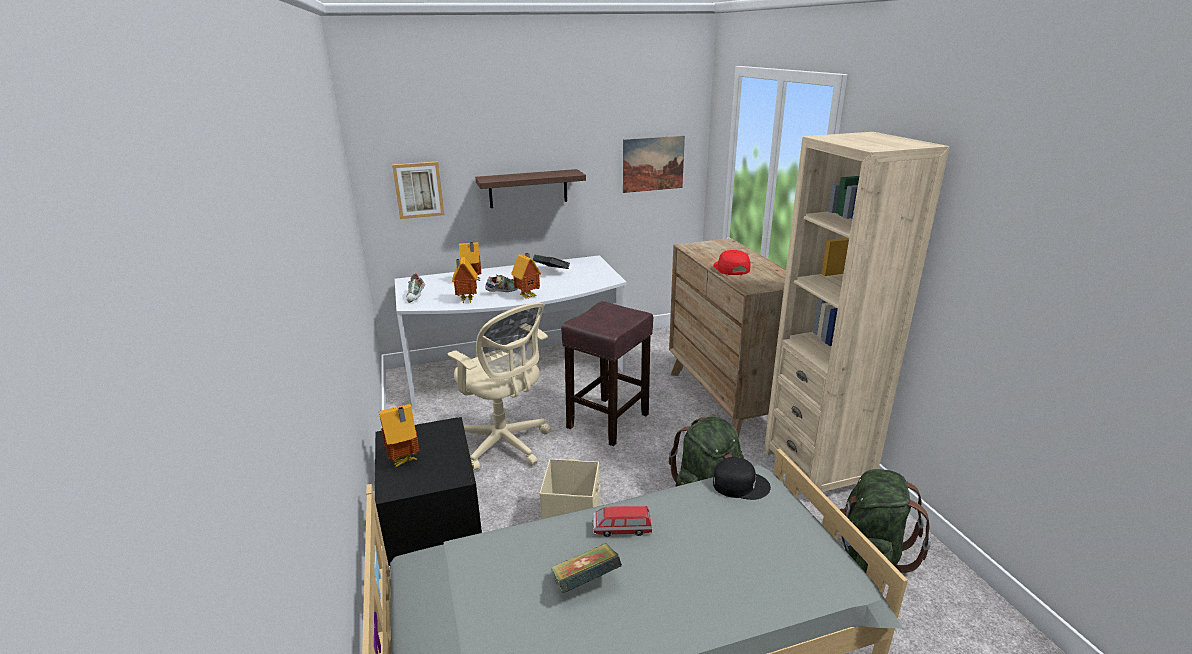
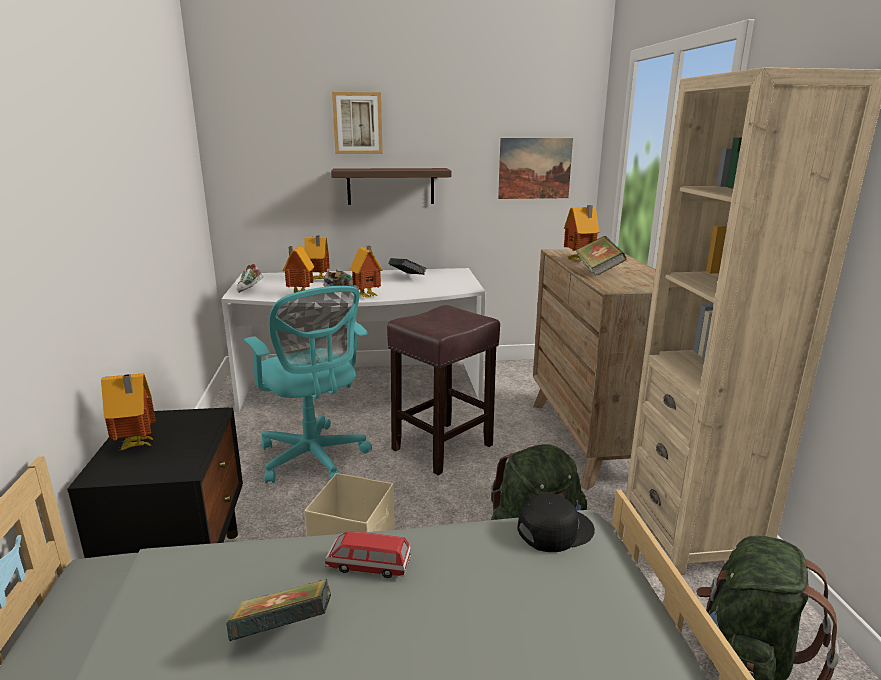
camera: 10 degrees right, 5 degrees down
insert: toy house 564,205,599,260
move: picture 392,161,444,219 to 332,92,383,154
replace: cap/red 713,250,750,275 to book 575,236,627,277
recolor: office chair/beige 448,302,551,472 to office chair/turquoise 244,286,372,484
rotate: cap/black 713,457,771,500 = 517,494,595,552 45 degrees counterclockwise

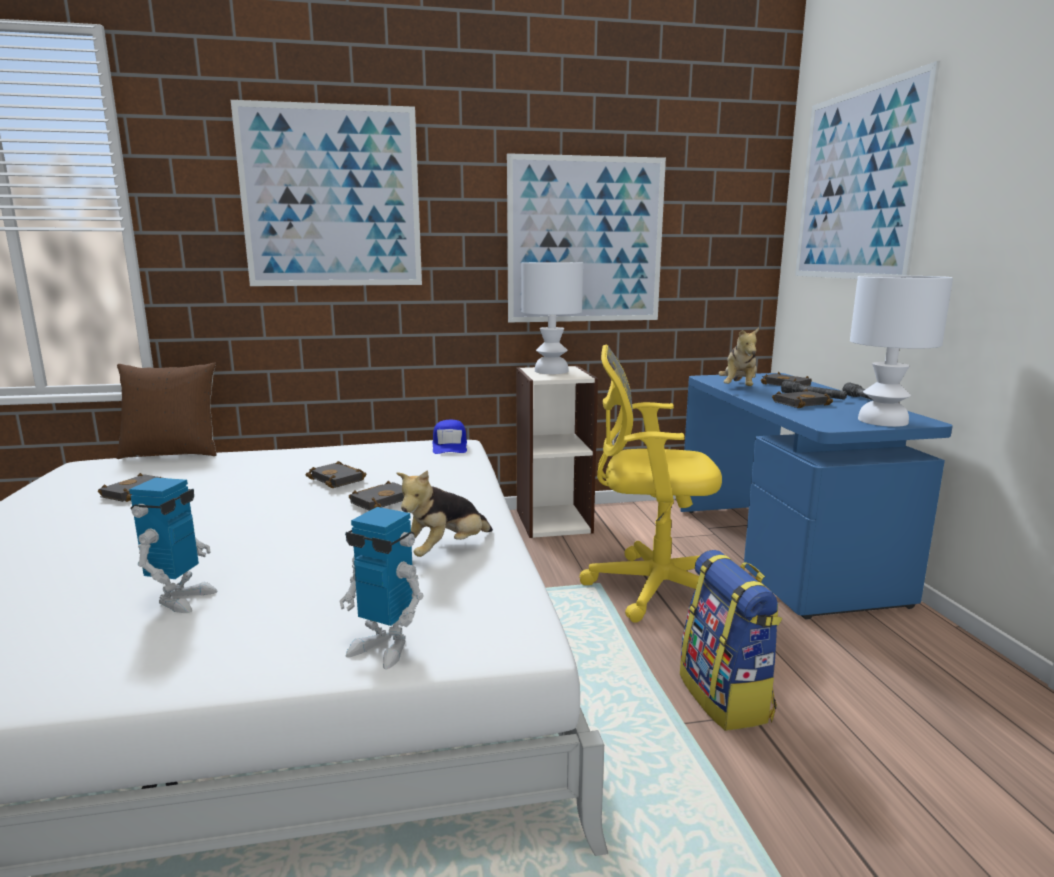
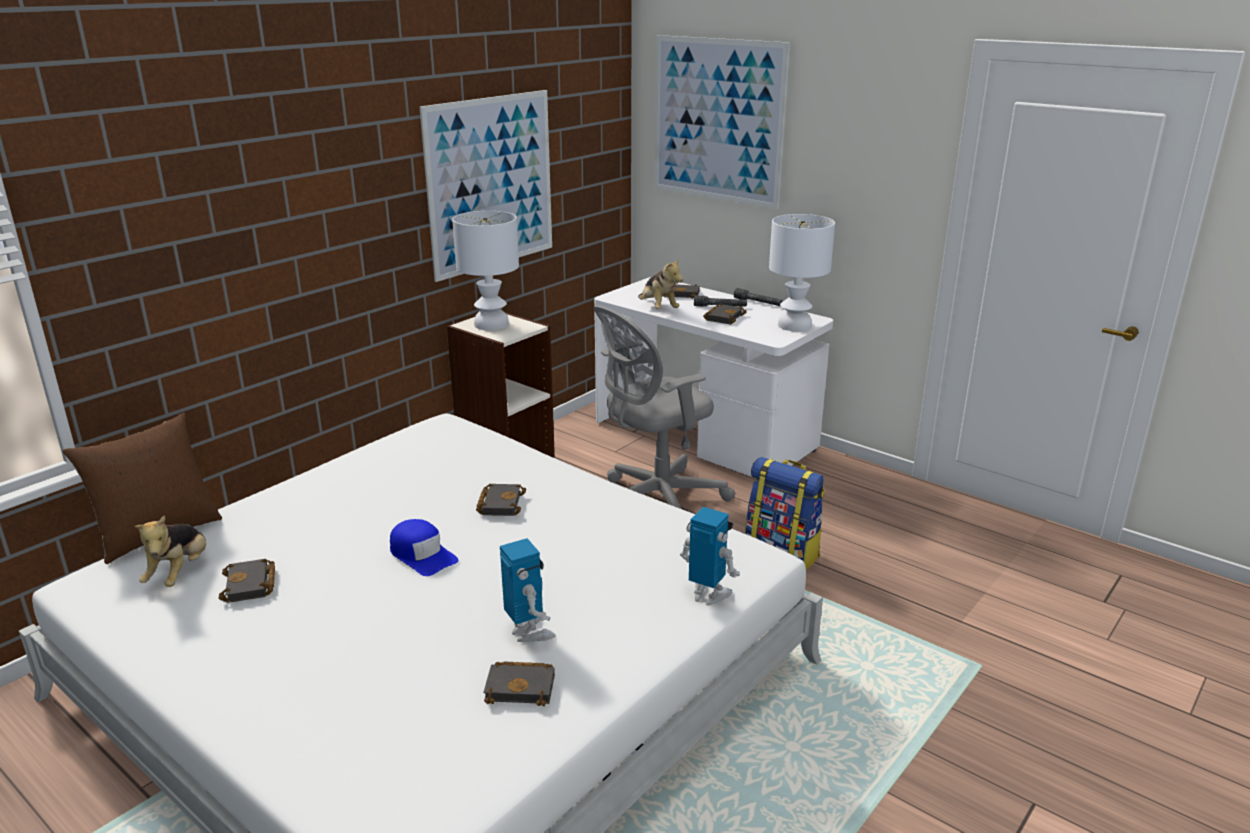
camera: 40 degrees left, 10 degrees up
delete: picture 231,100,422,286
move: plush toy 396,470,493,557 to 135,515,206,587; cap/blue 433,420,467,454 to 390,519,459,576; book/black 306,461,366,488 to 483,662,555,706
recolor: office chair/yellow 579,345,722,623 to office chair/grey 593,305,735,509; desk/blue 680,373,953,619 to desk/white 594,277,833,478
rotate: toy robot 339,507,424,669 = 680,507,740,606 135 degrees counterclockwise

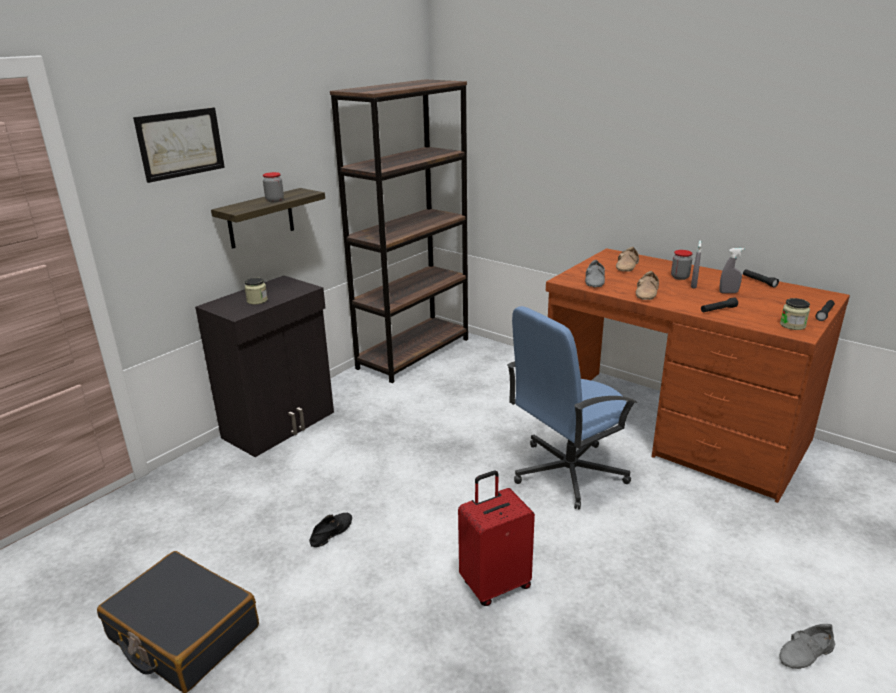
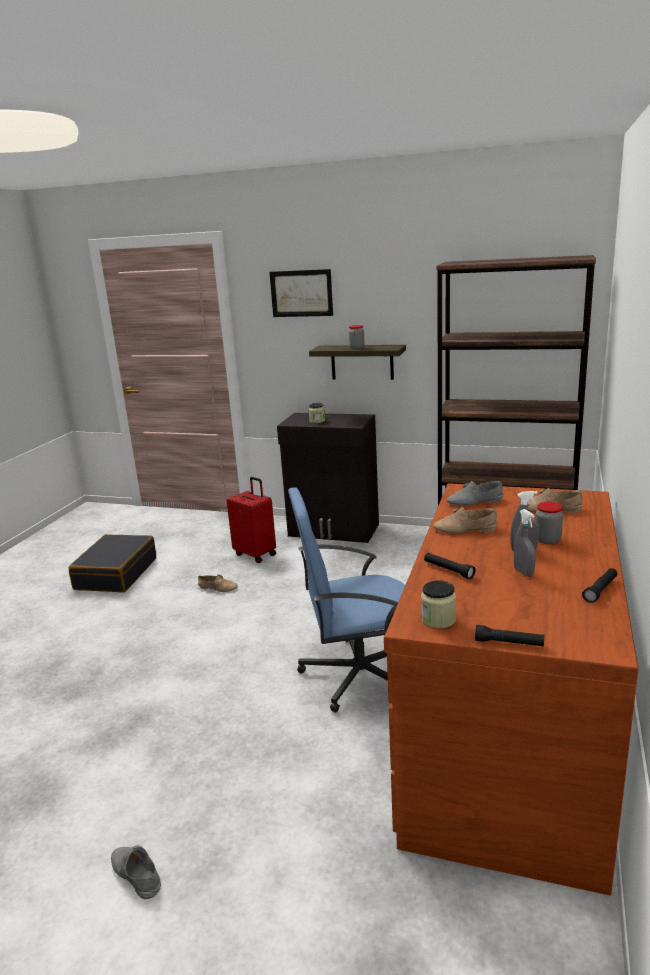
camera: 70 degrees right, 5 degrees down
move: suitcase/red 458,471,535,606 to 227,477,276,563
recolor: shoe/black 309,513,352,547 to shoe/beige 198,574,238,592
rotate: office chair/blue 507,306,637,510 = 288,487,405,713 45 degrees counterclockwise

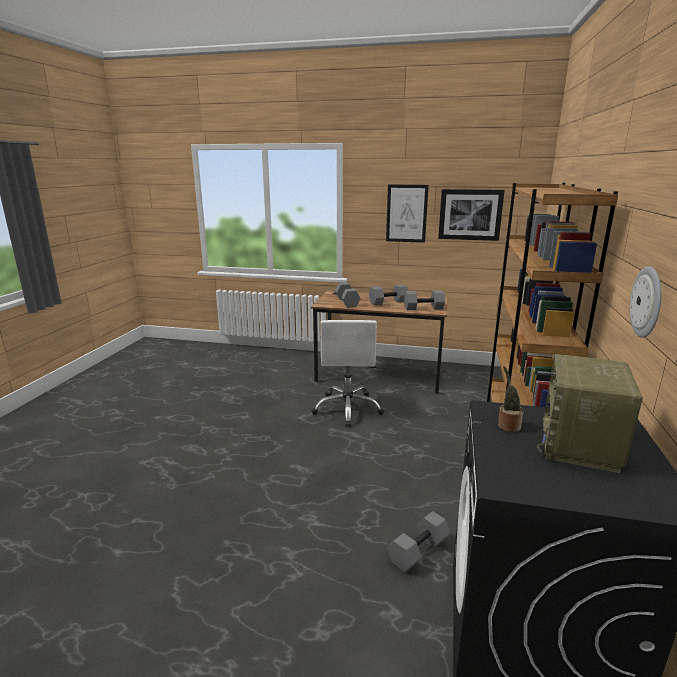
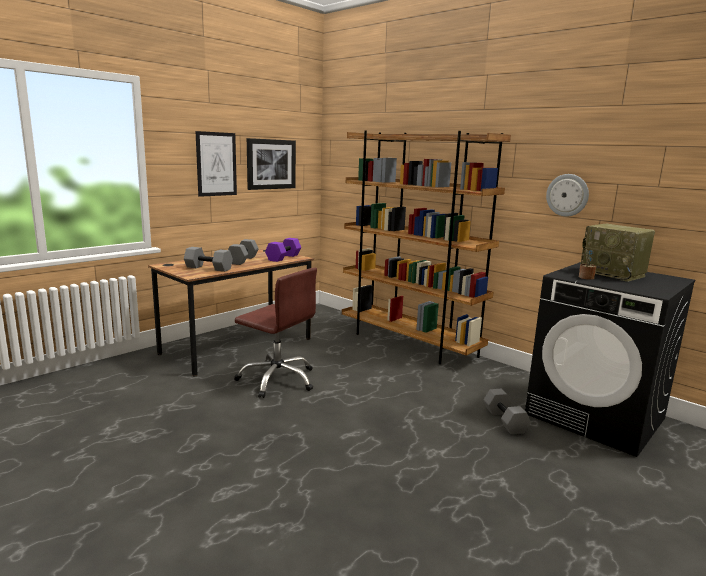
camera: 60 degrees left, 5 degrees down
recolor: office chair/white 312,320,384,427 to office chair/brown 234,268,317,398; dumbbell/grey 404,290,445,310 to dumbbell/purple 265,238,301,262

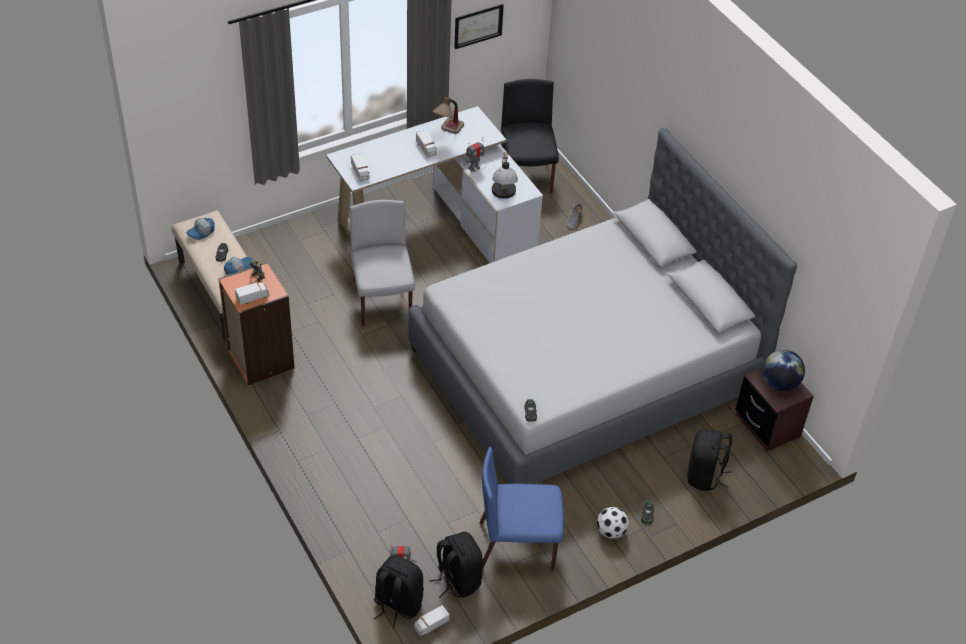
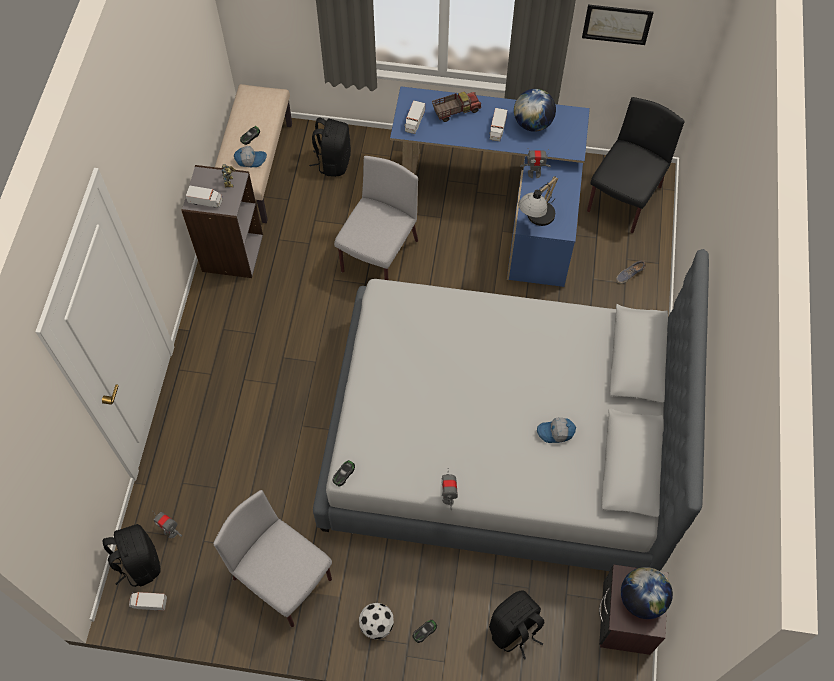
camera: 40 degrees right, 15 degrees up
insert: toy truck 432,92,481,122; toy robot 441,468,458,510
move: backpack/black 429,532,483,598 to 309,117,351,177; cap 186,218,215,240 to 537,417,576,443
replace: table lamp 432,97,464,134 to globe 514,89,556,132
recolor: bookcase/orange 219,262,295,385 to bookcase/grey 181,165,263,278; chair/blue 479,447,564,571 to chair/grey 214,490,332,627; desk/white 326,106,543,263 to desk/blue 390,87,590,287

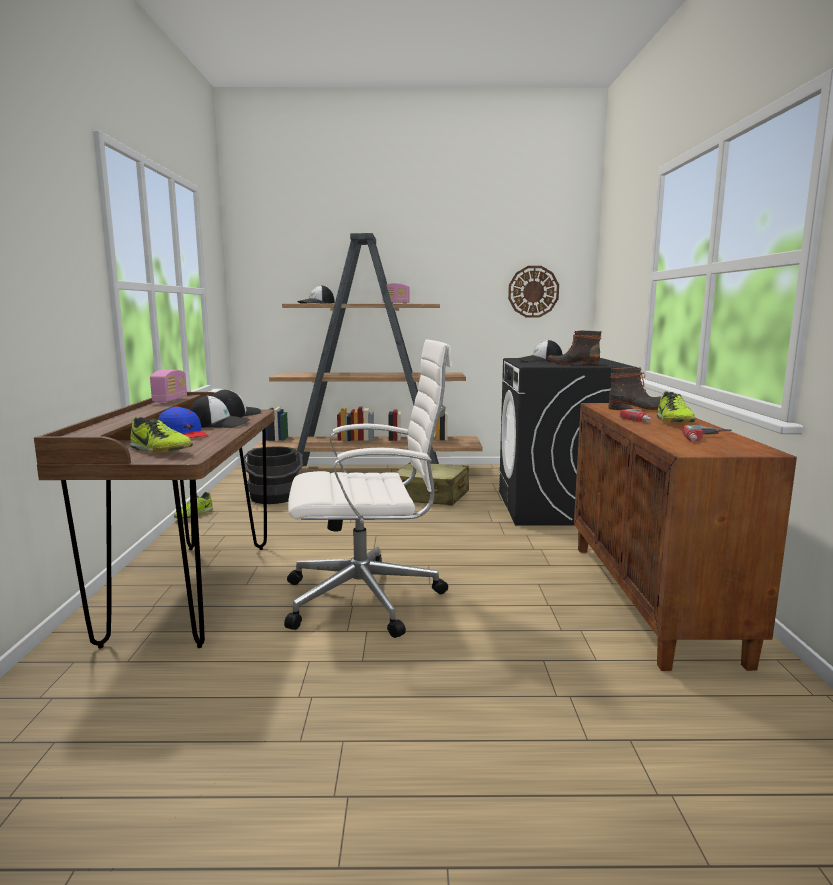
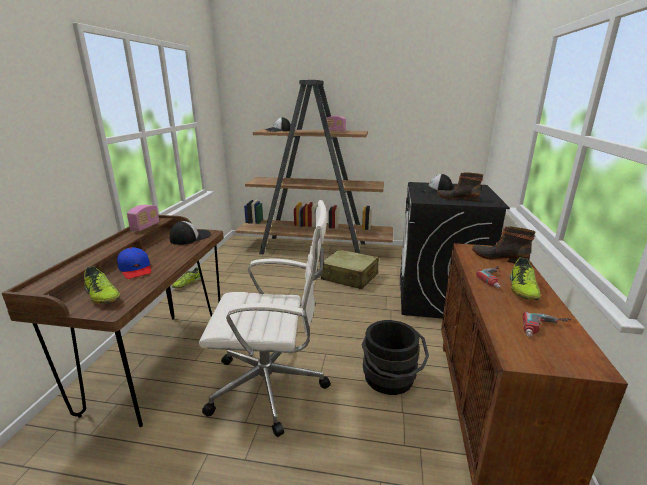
camera: 10 degrees right, 10 degrees up
delete: cap 189,395,250,428; wall clock 508,266,559,318
move: bucket/black 244,446,303,504 to 362,320,429,395
rotate: boot 608,367,661,410 = 472,227,535,263 150 degrees counterclockwise

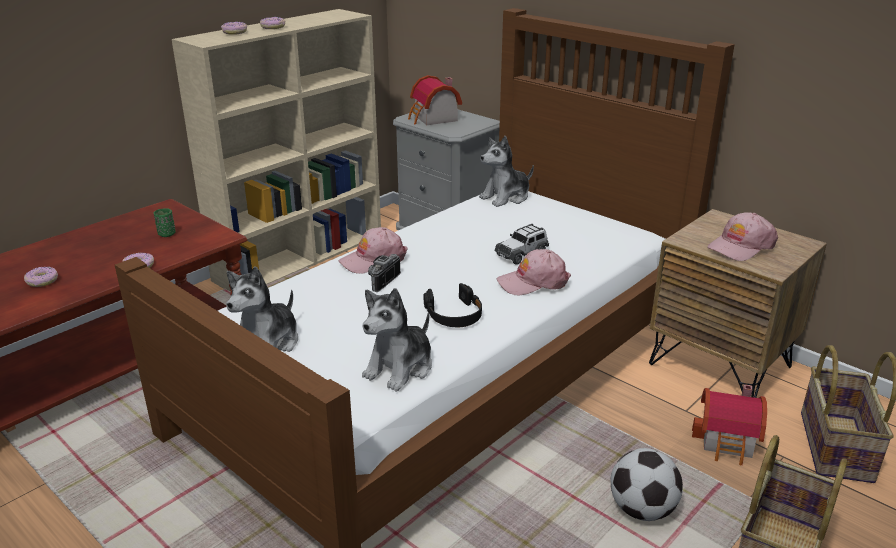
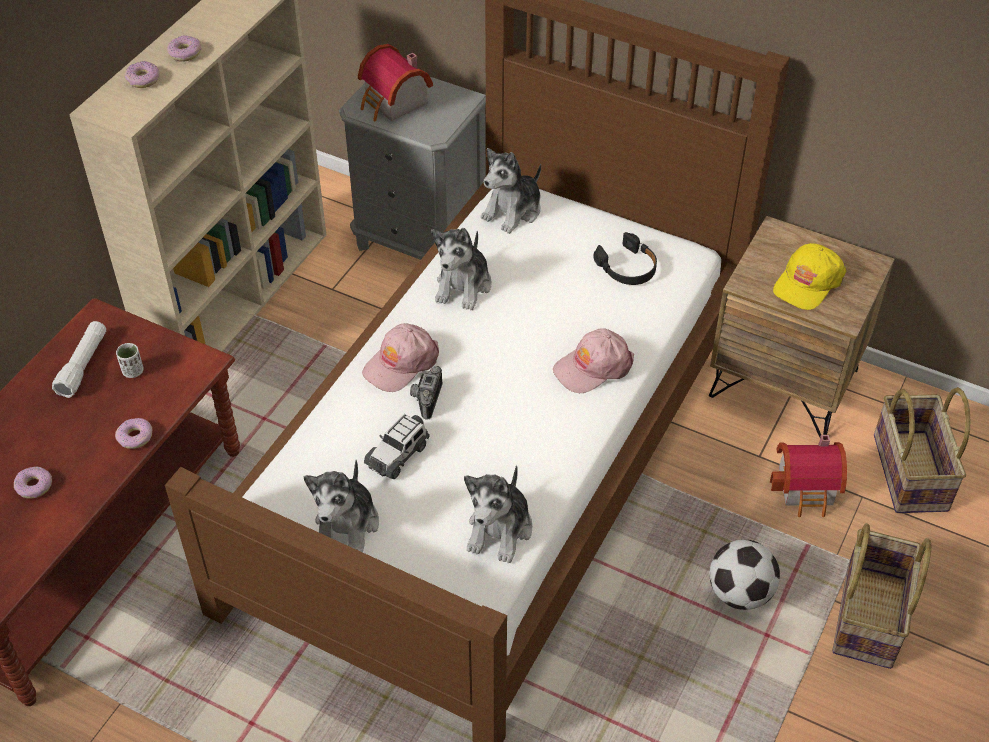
camera: 15 degrees left, 20 degrees up
insert: flashlight/white 52,321,106,398; plush toy 431,228,492,311
move: toy car 495,224,549,264 to 364,414,430,479; headphones/black 424,283,482,327 to 593,232,657,285
recolor: cup/green 154,208,176,237 to cup/white 116,343,144,378; cap/pink 707,212,778,261 to cap/yellow 773,243,846,310

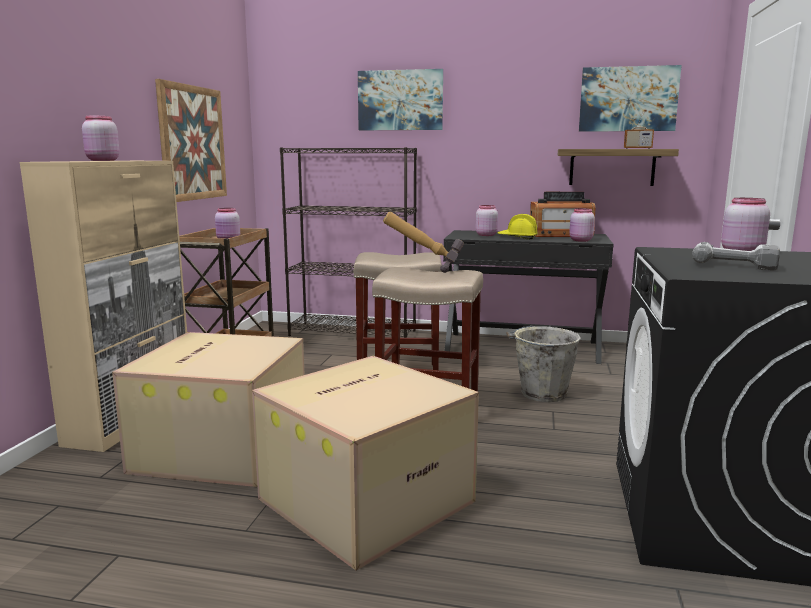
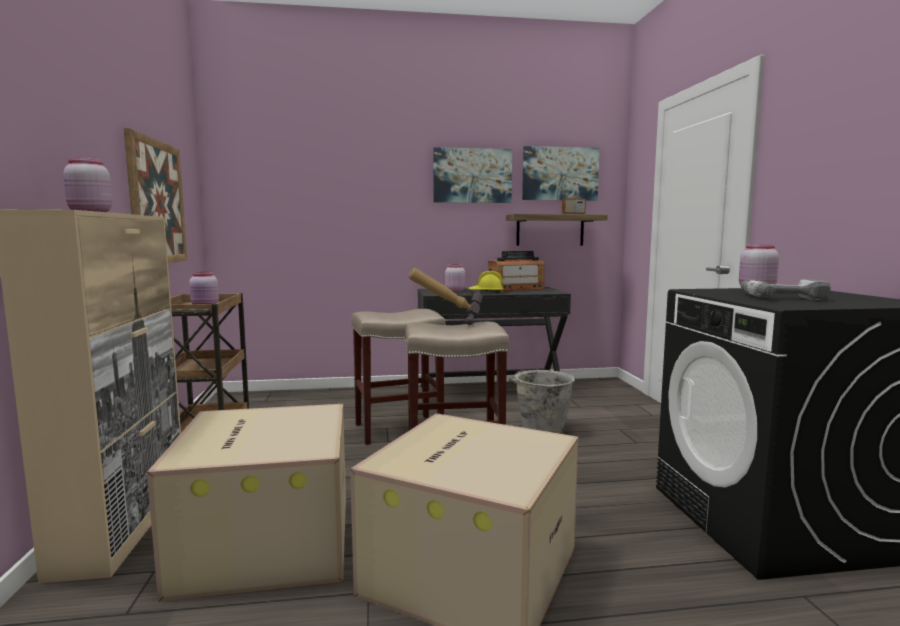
camera: 20 degrees left, 5 degrees down
delete: bookcase/black 280,147,417,338; jar/pink 569,208,595,242
move: picture 358,69,443,130 to 433,147,512,203

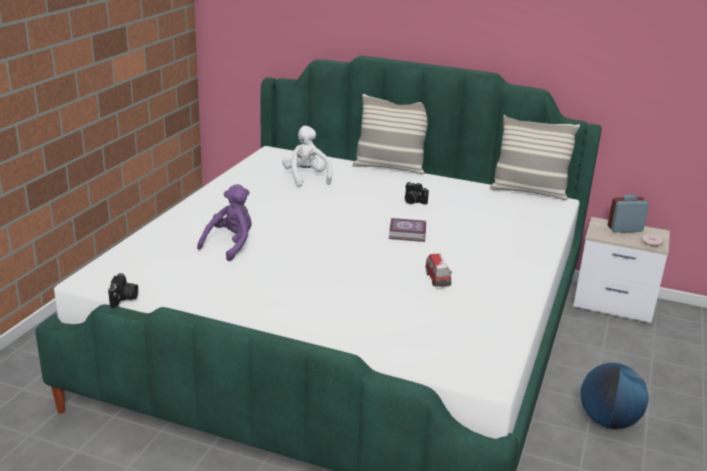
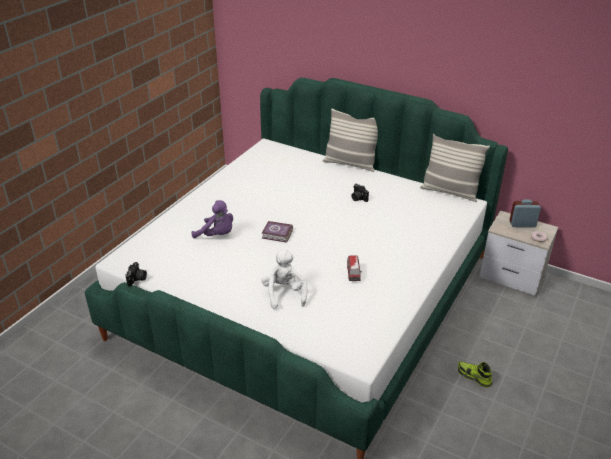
camera: 10 degrees right, 10 degrees up
move: plush toy/white 282,126,332,186 to 261,249,308,309; book 389,218,426,242 to 262,221,293,243
replace: globe 580,363,649,429 to shoe 458,361,492,388
rotate: plush toy/purple 197,184,252,261 = 192,200,233,239 75 degrees clockwise

